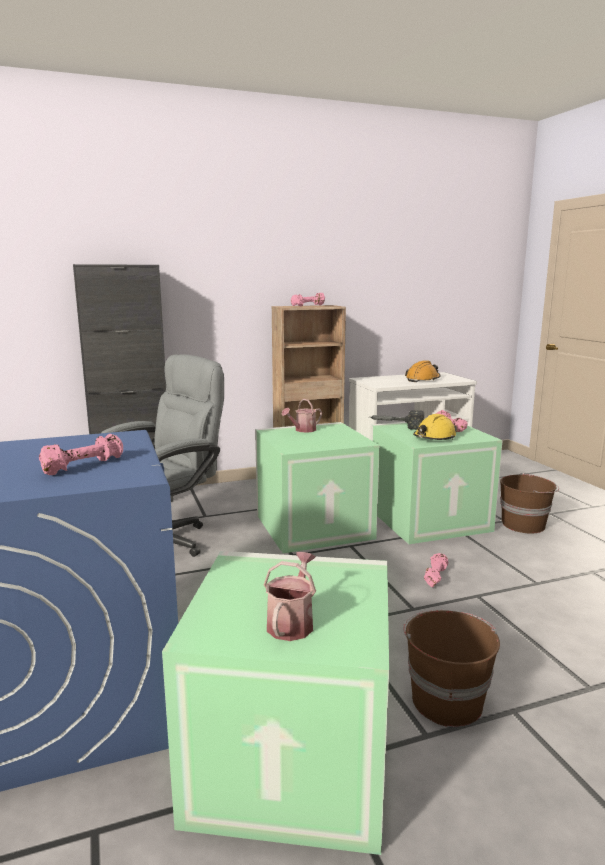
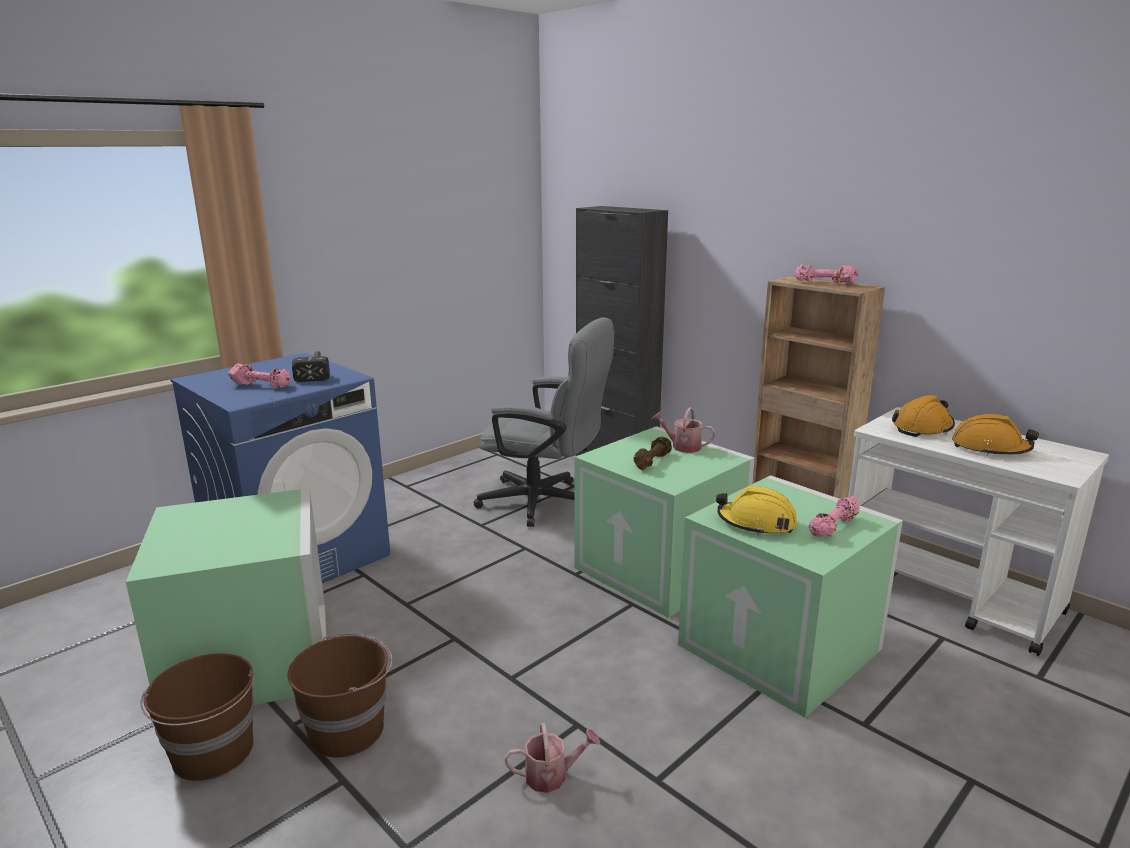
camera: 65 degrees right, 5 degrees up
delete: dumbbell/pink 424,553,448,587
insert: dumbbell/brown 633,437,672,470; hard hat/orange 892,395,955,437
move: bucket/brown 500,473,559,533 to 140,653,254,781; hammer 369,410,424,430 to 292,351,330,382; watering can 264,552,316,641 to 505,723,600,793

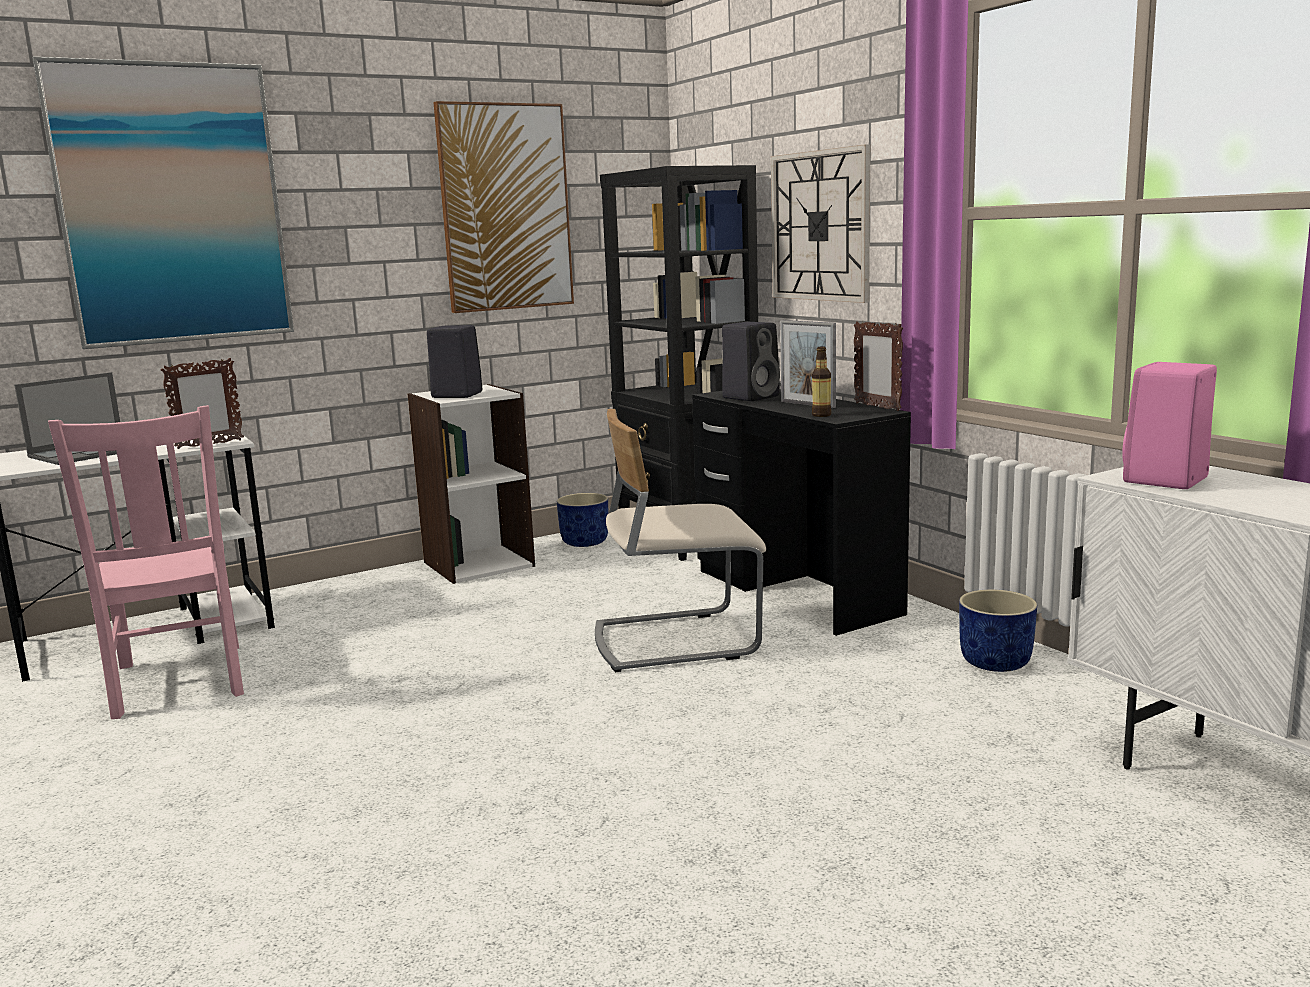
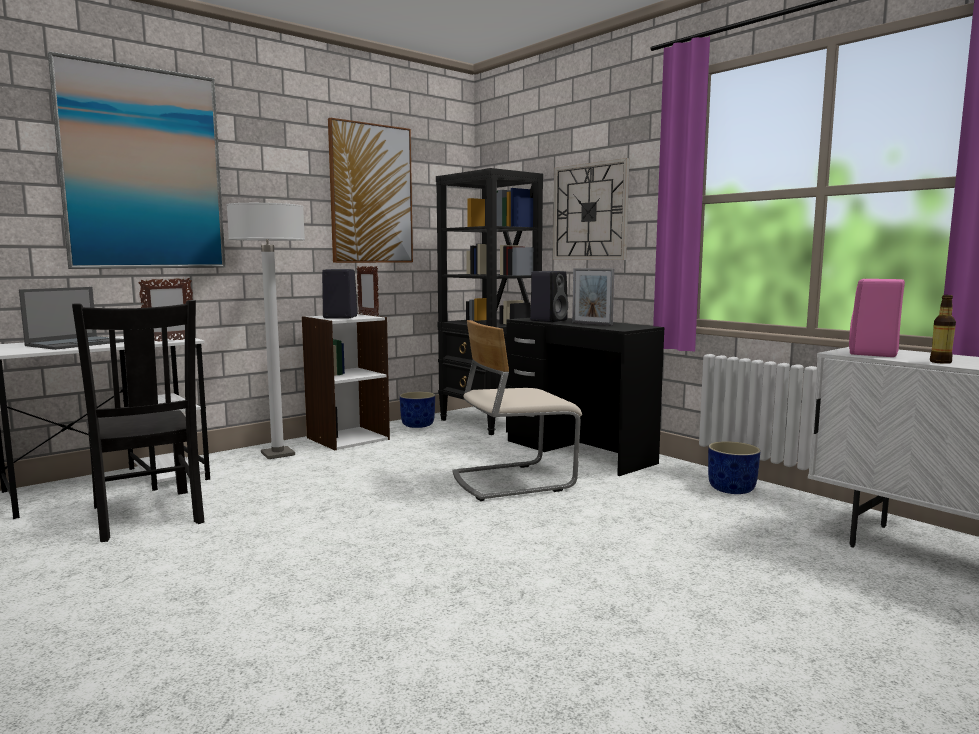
camera: 10 degrees left, 5 degrees down
insert: floor lamp/white 226,203,305,459
move: picture frame 854,321,903,411 to 357,266,379,316; bottle 812,347,831,417 to 930,295,956,364
recolor: chair/pink 48,405,244,719 to chair/black 72,300,204,542

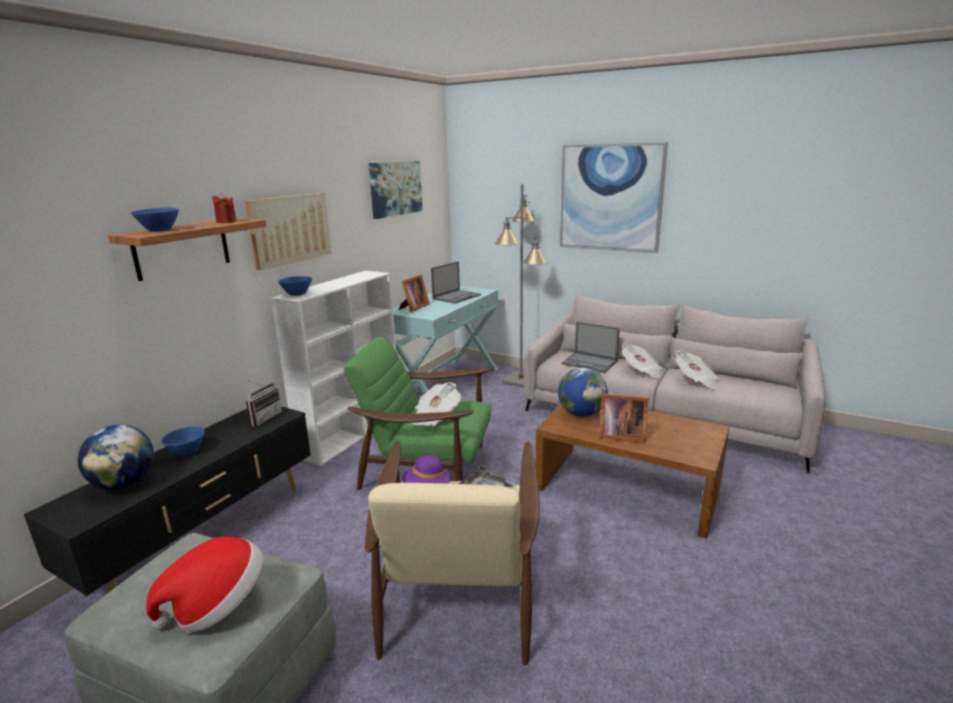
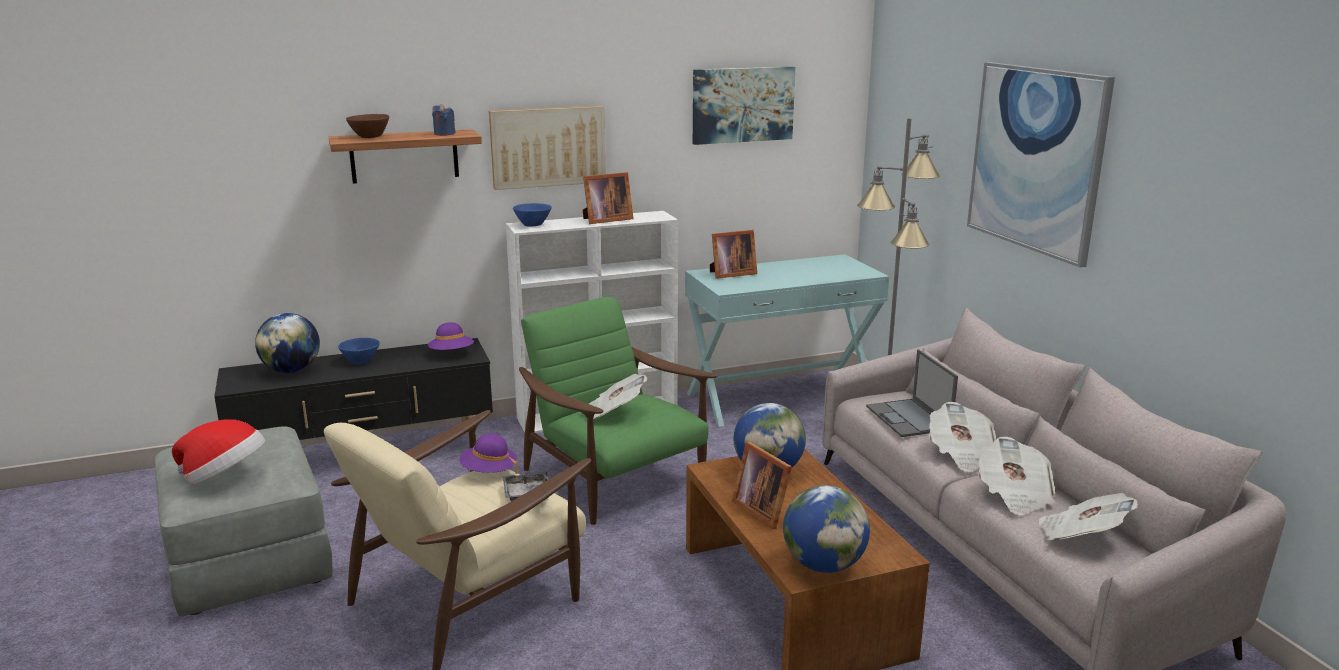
camera: 40 degrees right, 0 degrees up
delete: laptop 431,261,481,304
insert: picture frame 583,172,634,224; globe 783,485,870,573; newspaper 1038,493,1138,540
replace: radio 246,380,282,427 to hat/purple 428,322,474,350
recolor: bowl/blue 131,208,179,232 to bowl/brown 346,114,389,138; candle/red 212,194,236,223 to candle/blue 432,104,455,136

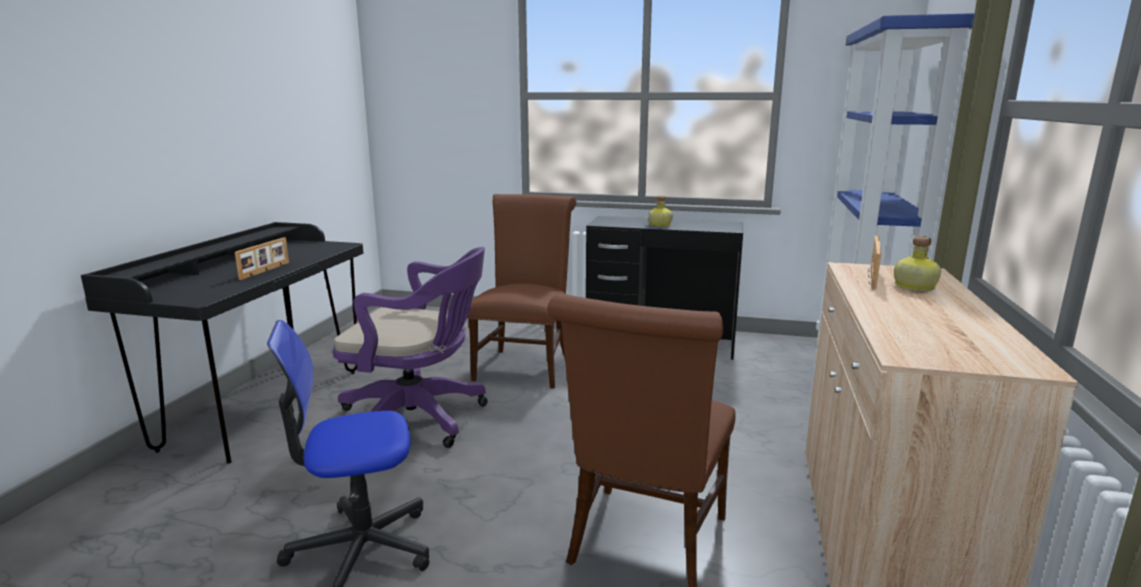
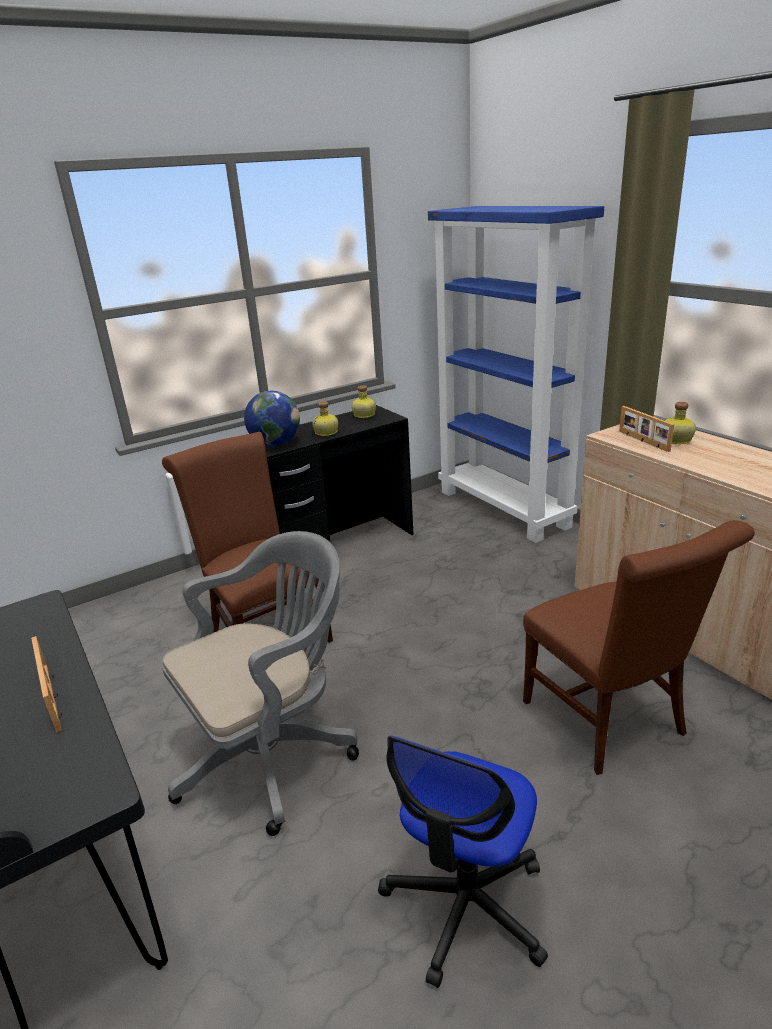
camera: 45 degrees left, 10 degrees up
insert: globe 244,391,300,446; bottle 352,385,376,418
recolor: office chair/purple 333,247,488,448 to office chair/grey 162,531,359,836

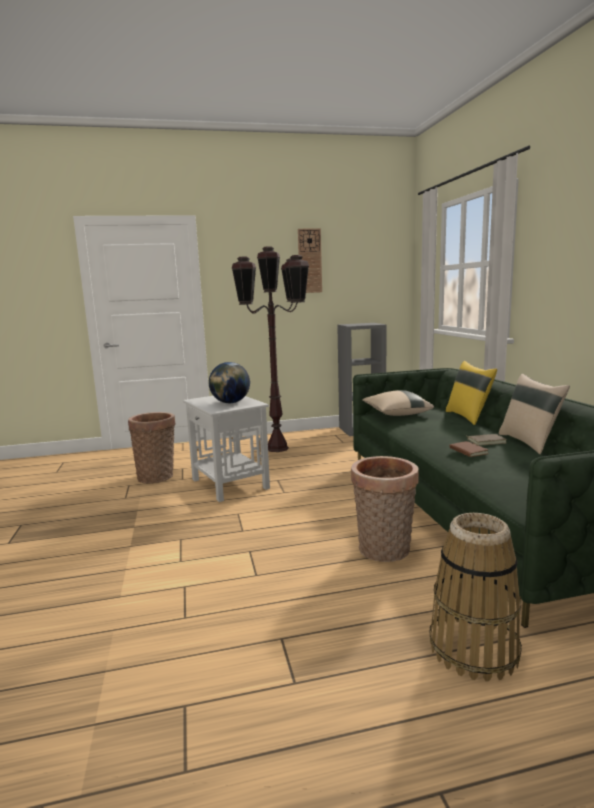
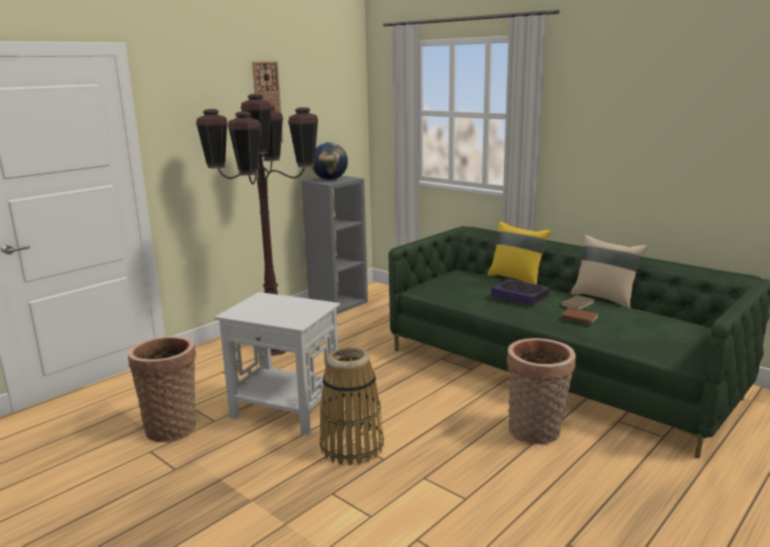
camera: 35 degrees left, 5 degrees up
delete: pillow/beige 362,390,434,416
insert: book 491,279,551,305
move: globe 209,362,250,403 to 312,142,348,180; basket 430,513,522,682 to 320,347,384,466

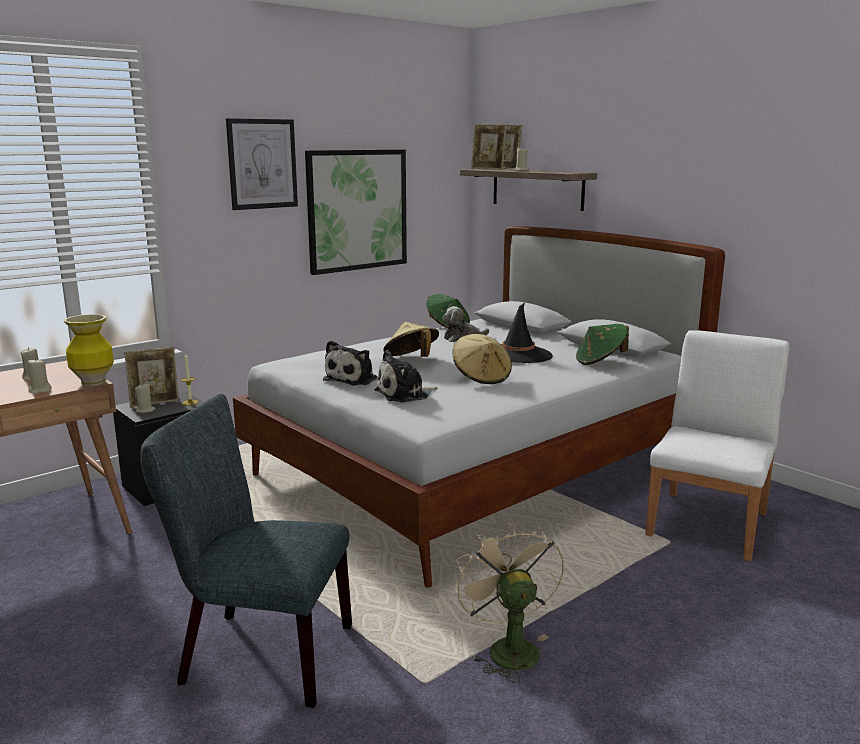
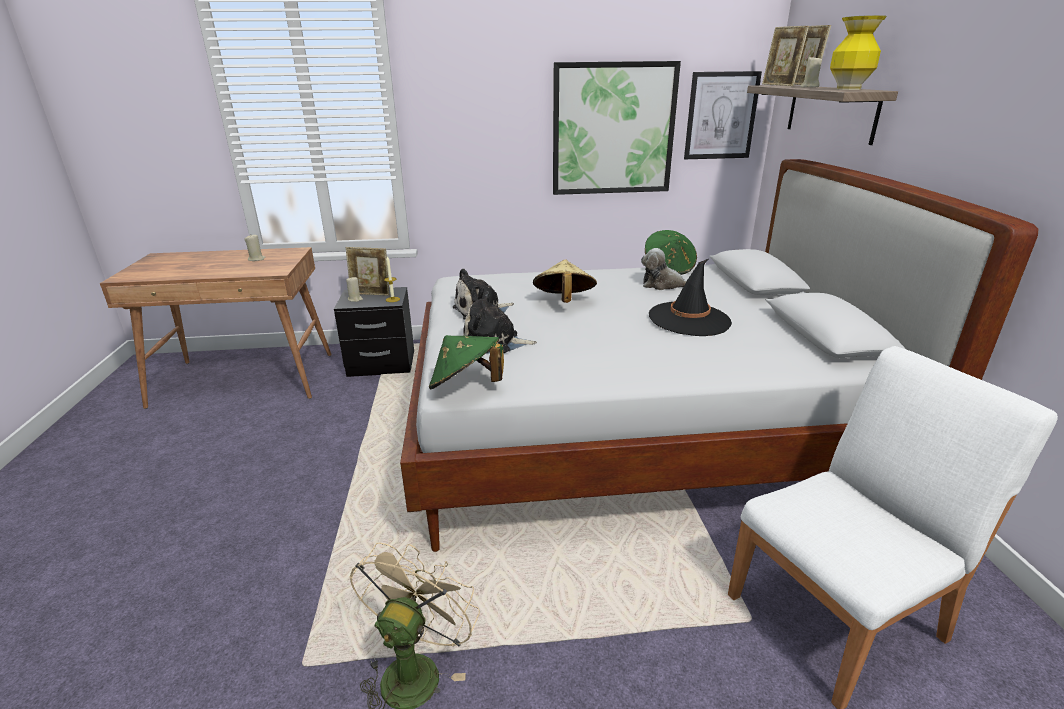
camera: 35 degrees right, 10 degrees up
delete: candle/beige 28,358,52,394; chair/grey 140,394,352,708; hat/beige 453,334,512,384
move: hat/green 576,324,629,365 to 429,335,504,390; picture 226,118,298,210 to 684,71,762,159; vase 64,314,114,386 to 830,15,887,90

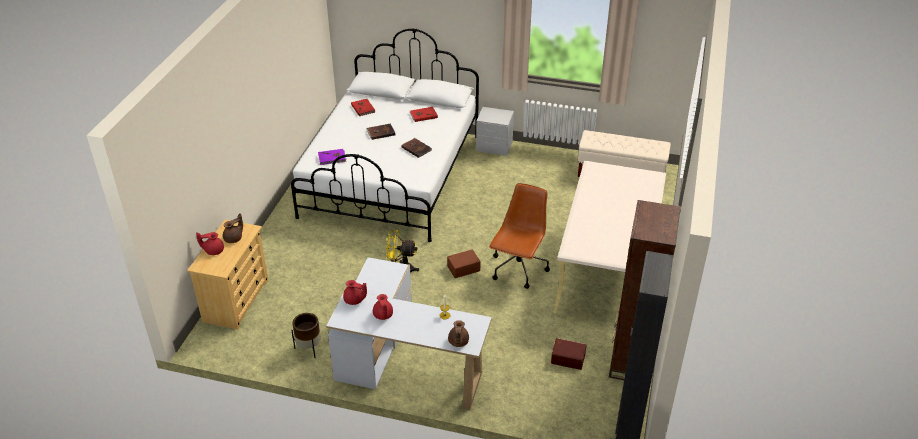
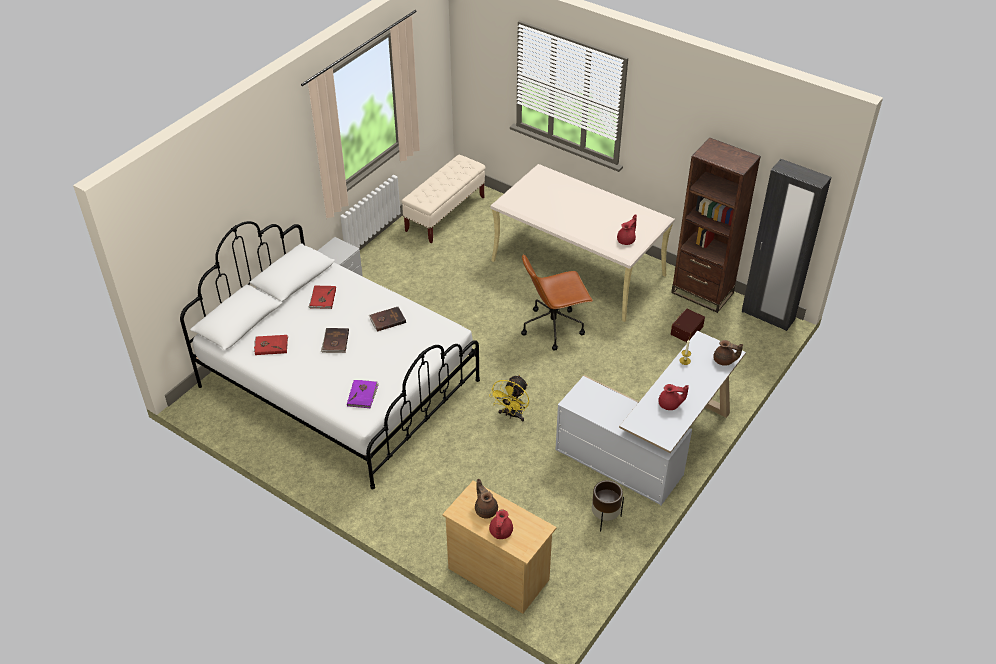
camera: 70 degrees left, 5 degrees up
delete: storage box/brown 447,249,481,278
move: teapot/red 343,280,367,305 to 617,214,637,245
rotate: office chair/brown 489,183,550,289 = 521,254,593,351 60 degrees counterclockwise

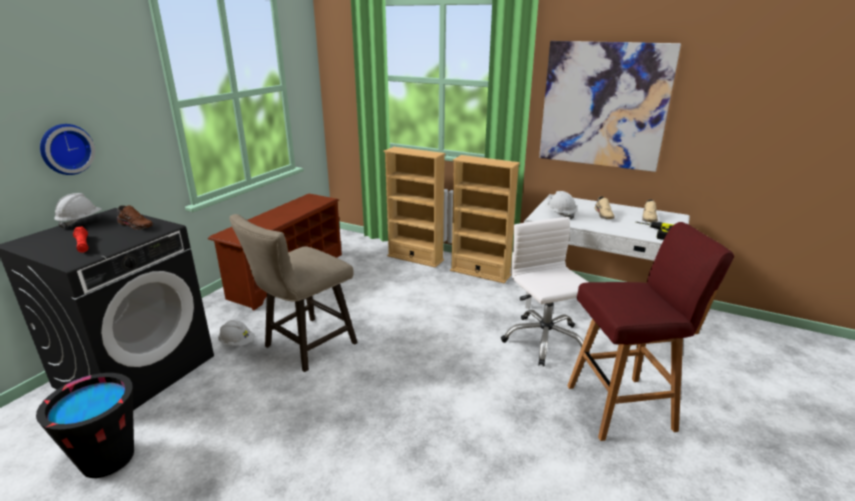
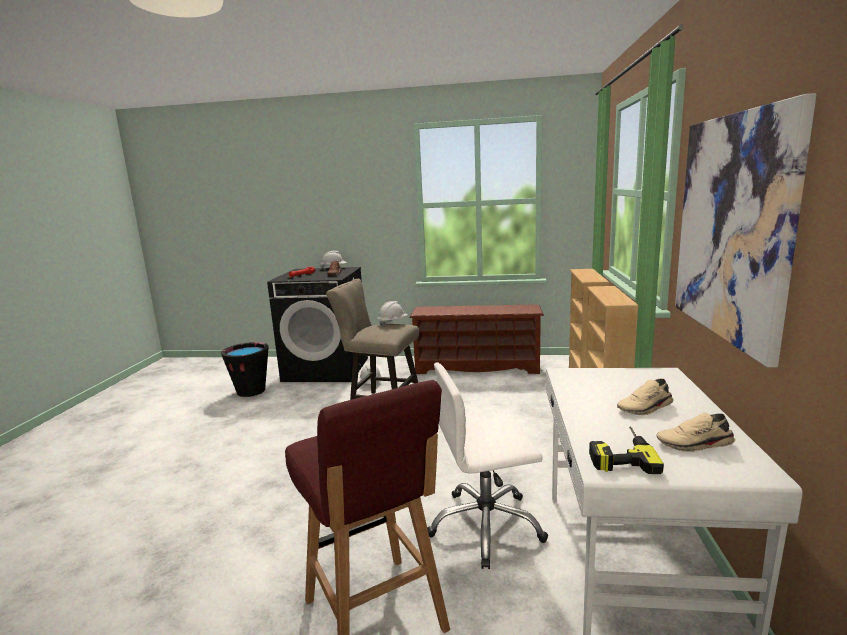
camera: 70 degrees right, 10 degrees down
delete: wall clock 40,124,95,175
move: hard hat/white 545,191,577,219 to 378,301,408,326
rotate: office chair/white 501,217,590,366 = 427,363,548,569 150 degrees counterclockwise

